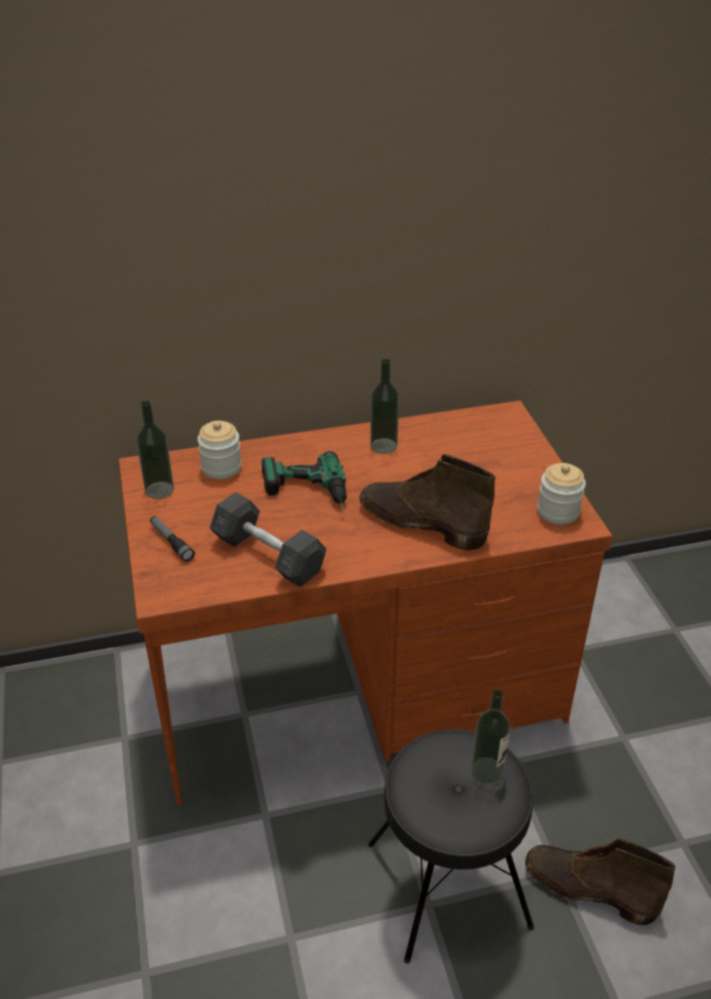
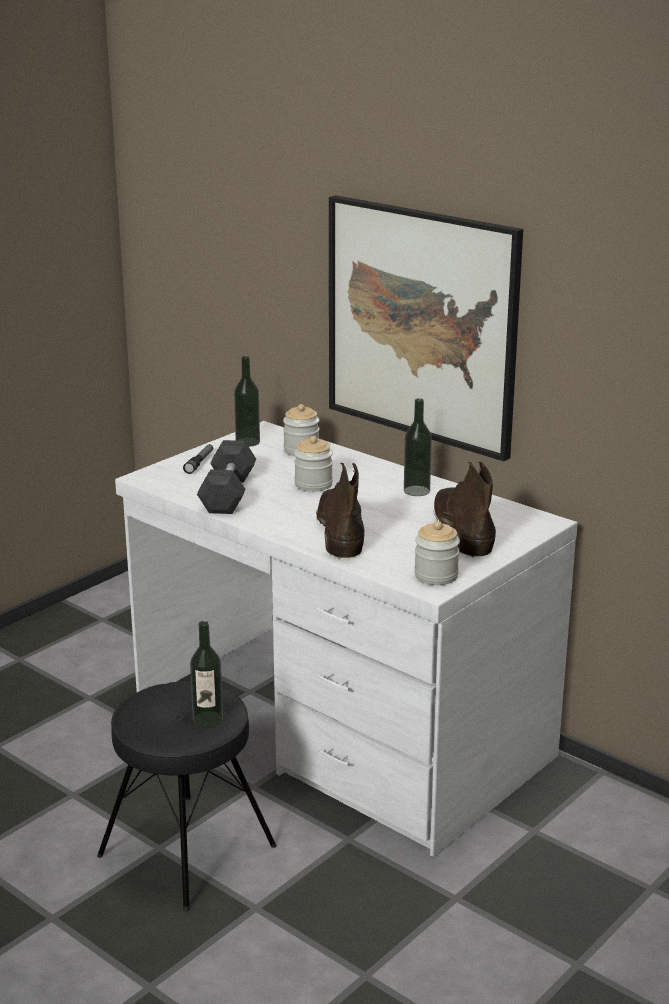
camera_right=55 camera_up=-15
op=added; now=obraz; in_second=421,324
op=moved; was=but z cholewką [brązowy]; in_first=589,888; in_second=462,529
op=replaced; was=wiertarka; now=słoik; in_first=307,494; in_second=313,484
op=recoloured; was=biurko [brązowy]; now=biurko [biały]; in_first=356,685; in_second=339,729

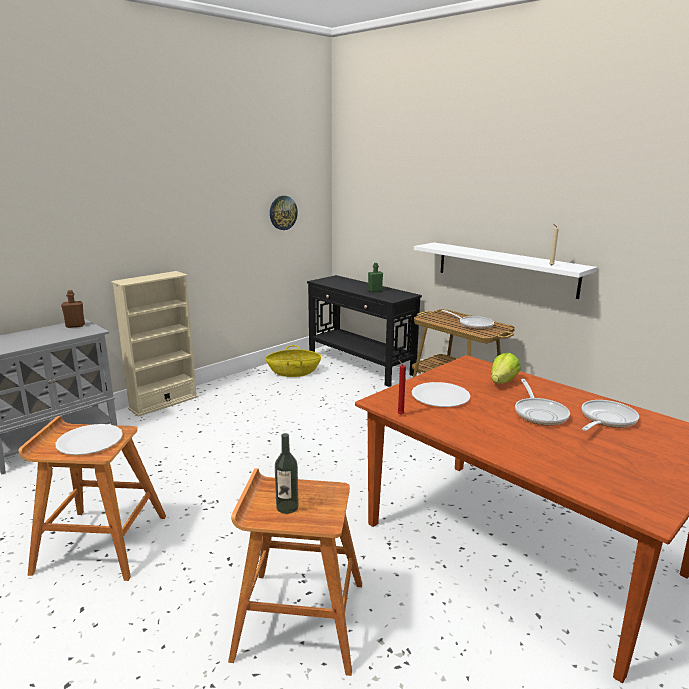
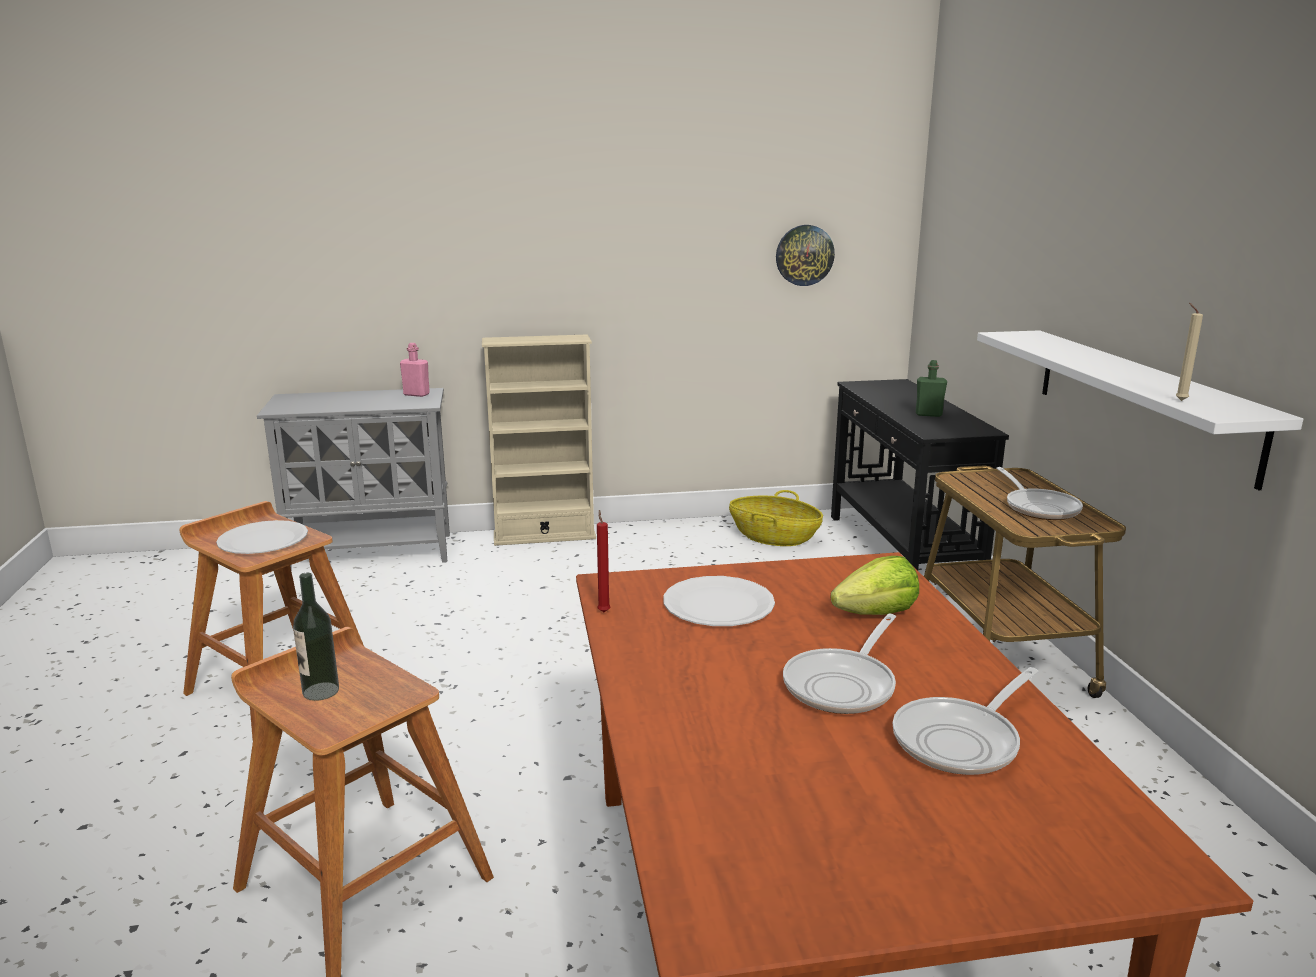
camera_right=35 camera_up=0
op=recoloured; was=butelka [brązowy]; now=butelka [różowy]; in_first=75,326; in_second=416,394
op=turned; was=patelnia; in_first=606,420; in_second=961,741; clockwise=150

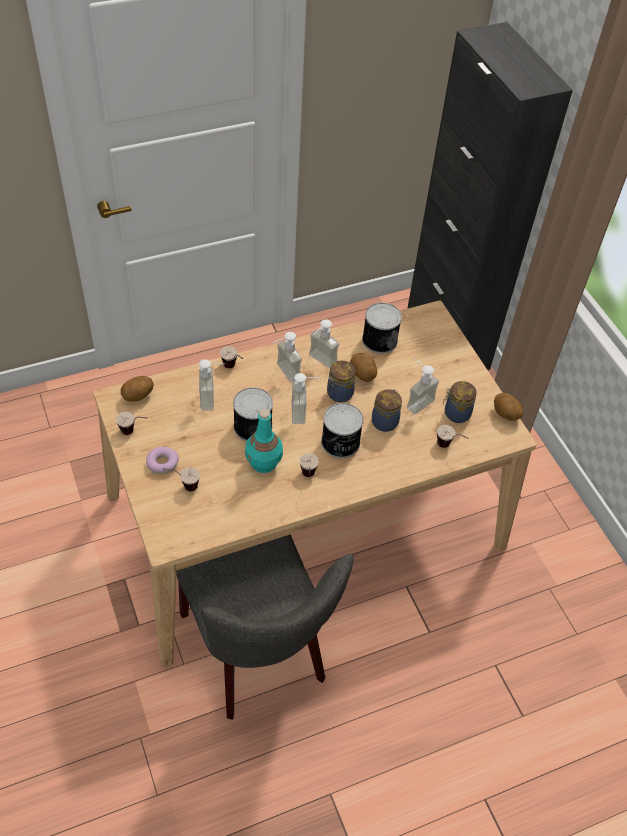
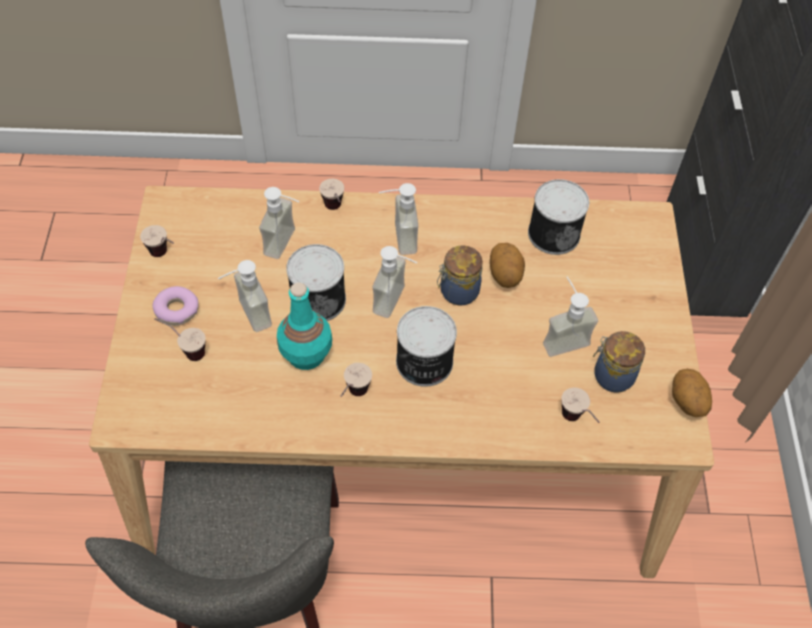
camera_right=25 camera_up=5
op=removed; was=ziemniak; in_first=138,396
op=removed; was=słoik; in_first=385,421
op=moved; was=dozownik mydła; in_first=319,362; in_second=246,316

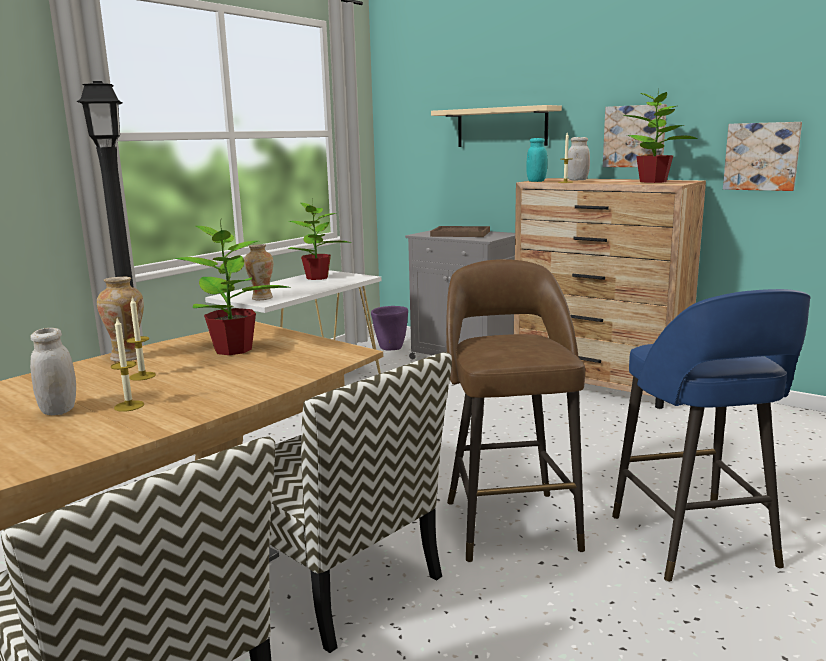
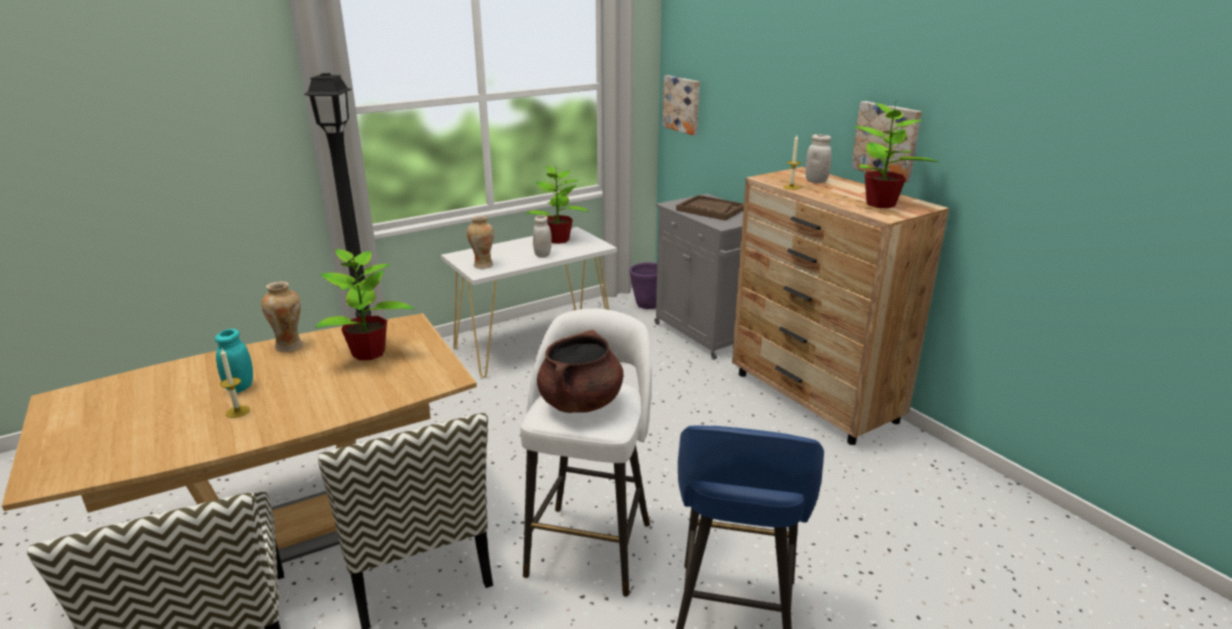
camera_right=20 camera_up=10
op=removed; was=świeca; in_first=142,376
op=removed; was=półka [beżowy]; in_first=501,127
op=added; now=garnek [brązowy]; in_second=580,403
op=moved; was=słoik [biały]; in_first=59,410; in_second=542,255
op=moved; was=słoik [turkusowy]; in_first=536,181; in_second=240,387
op=moved; was=obraz; in_first=761,156; in_second=682,104
op=recoloured; was=stołek [brązowy]; now=stołek [biały]; in_first=510,522; in_second=591,546

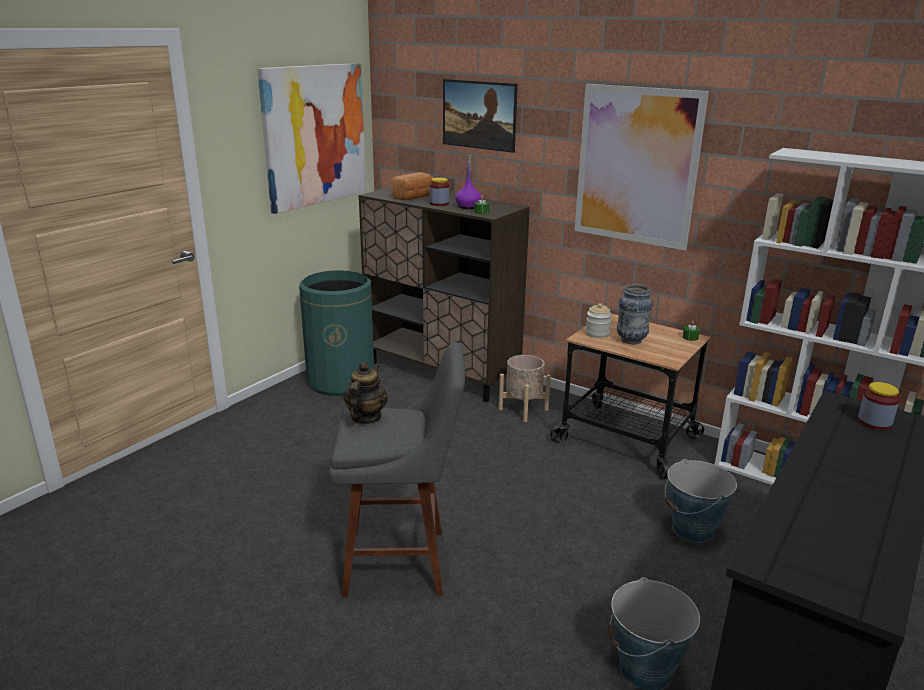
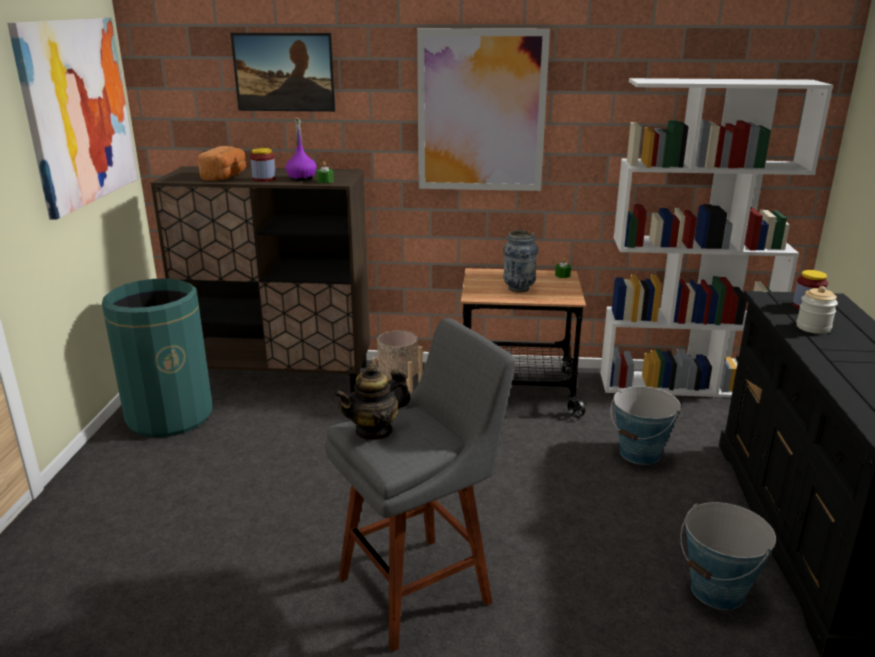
camera_right=-30 camera_up=0
op=moved; was=słoik; in_first=597,333; in_second=813,327
op=turned; was=imbryk; in_first=365,417; in_second=374,430; clockwise=-105

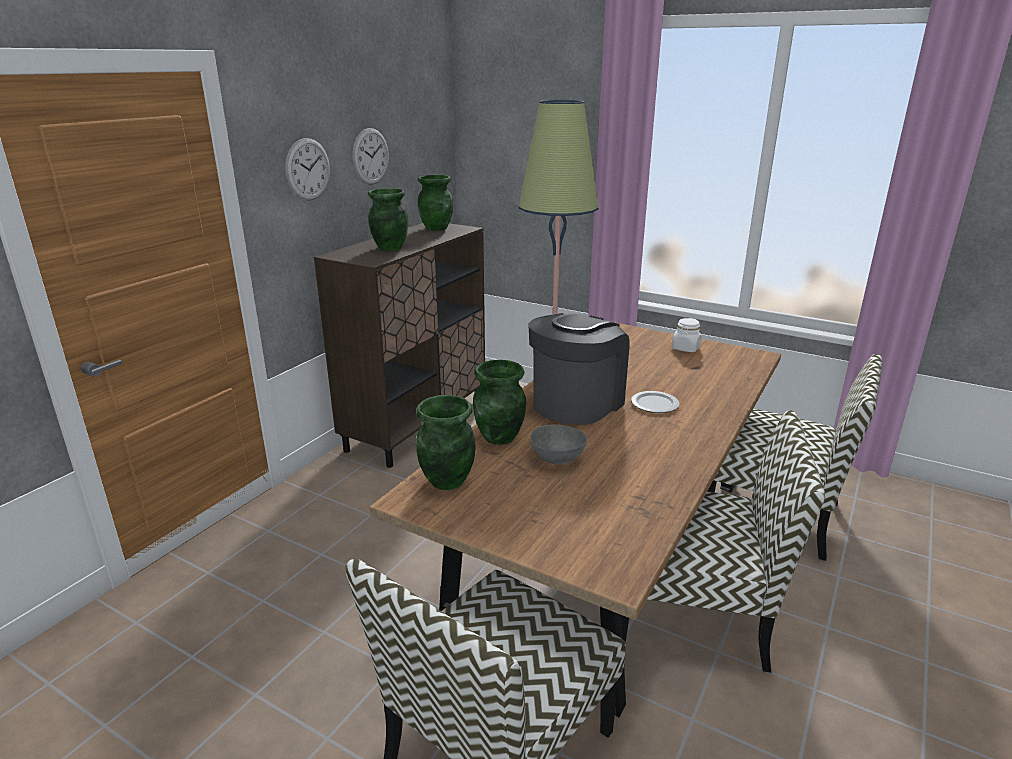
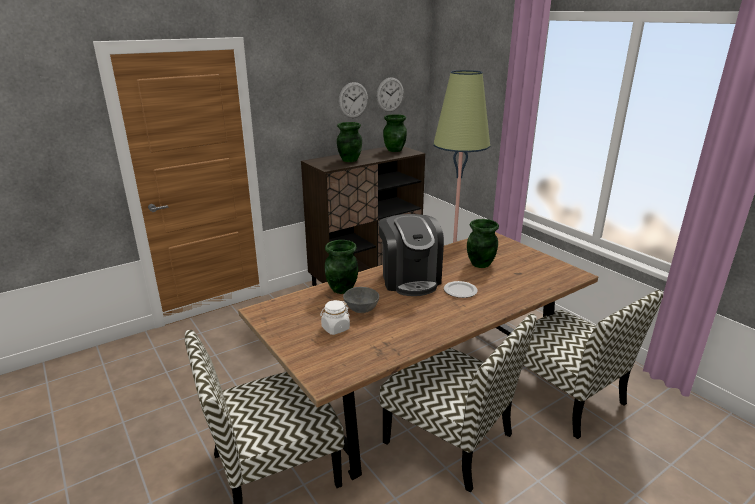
camera_right=25 camera_up=0
op=moved; was=zegar ścienny; in_first=308,169; in_second=390,94
op=moved; was=wazon [zielony]; in_first=447,481; in_second=480,264
op=moved; was=słoik [biały]; in_first=685,348; in_second=335,328
op=turned; was=ekspres do kawy; in_first=576,402; in_second=410,279; clockwise=105

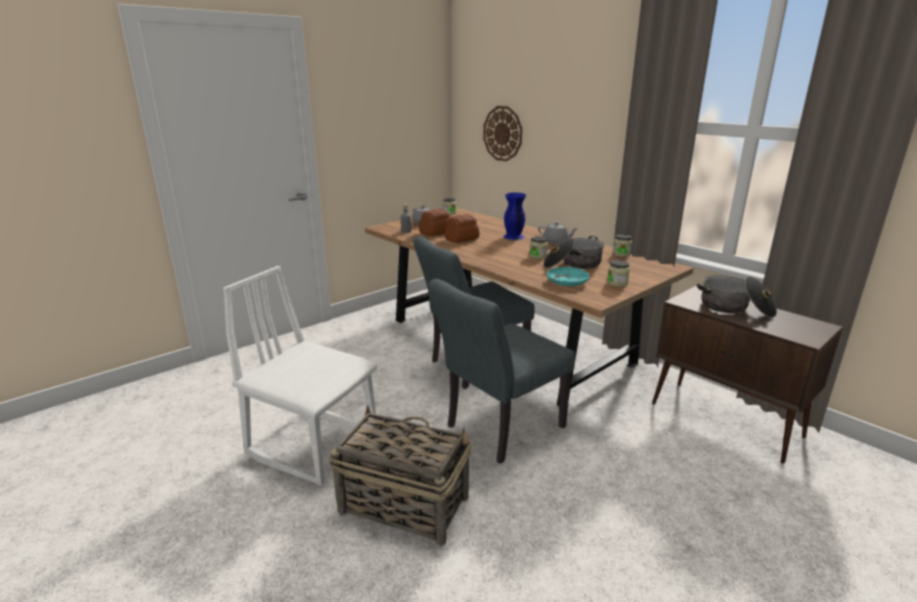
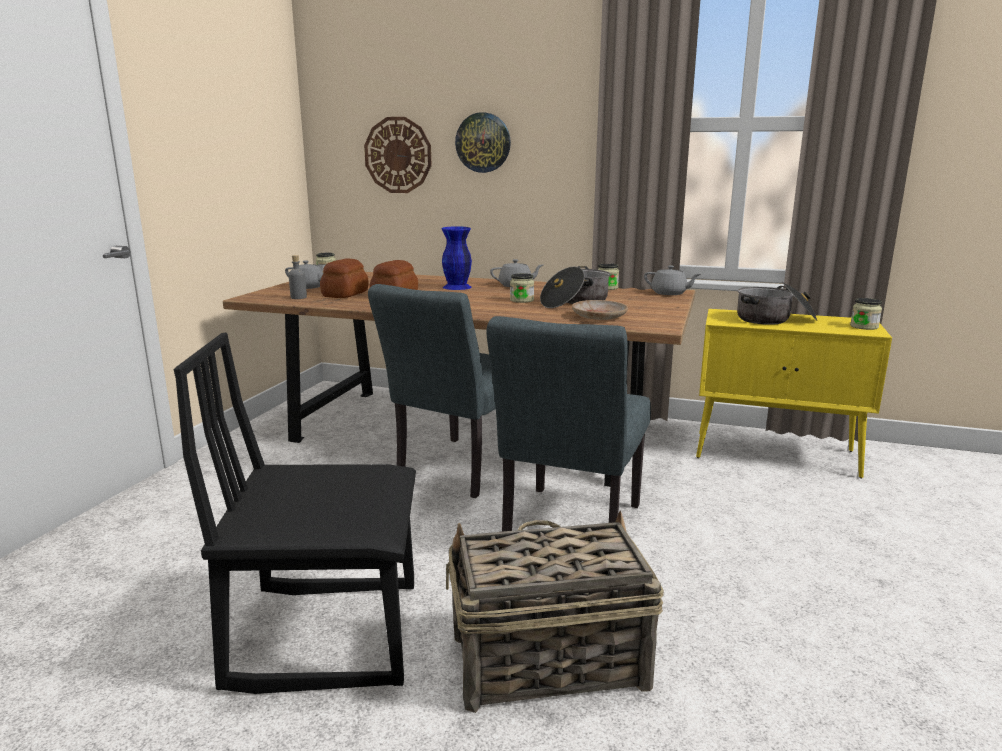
camera_right=-30 camera_up=-5
op=added; now=zegar ścienny; in_second=483,142
op=added; now=imbryk [szary]; in_second=669,293
op=moved; was=słoik; in_first=617,283; in_second=864,327
op=recoloured; was=krzesło [biały]; now=krzesło [czarny]; in_first=314,443; in_second=327,633
op=recoloured; was=talerz [turkusowy]; now=talerz [beżowy]; in_first=567,282; in_second=599,317
op=recoloured; was=szafka [brązowy]; now=szafka [żółty]; in_first=726,420; in_second=777,454

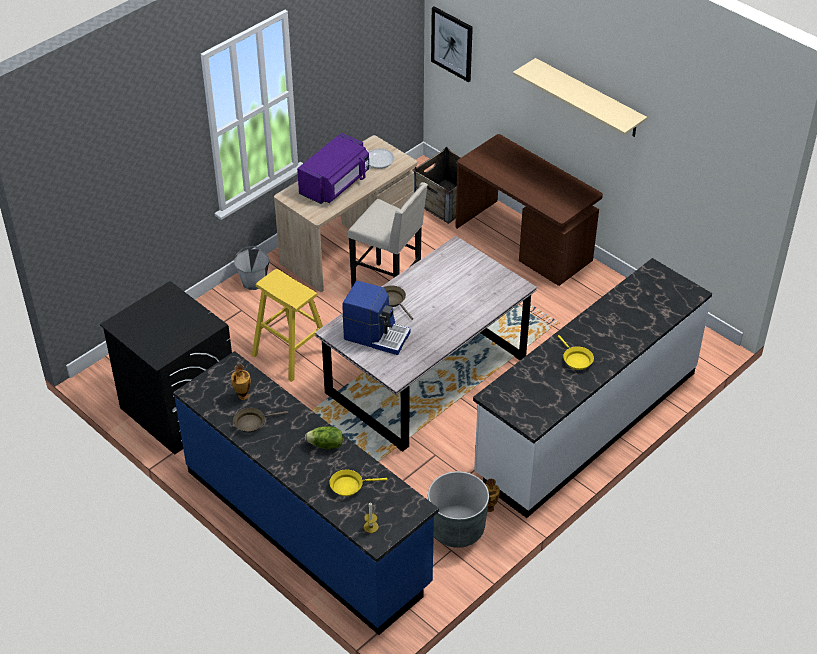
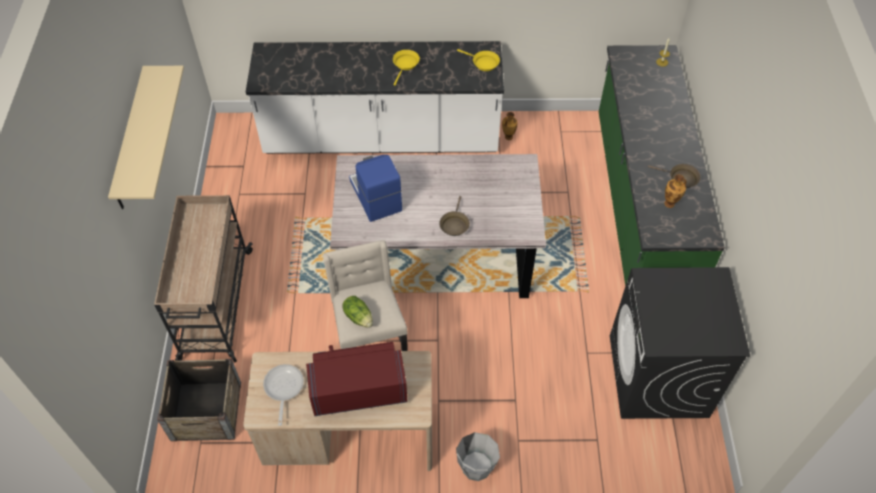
camera_right=-135 camera_up=10
op=removed; was=stołek [żółty]; in_first=291,352
op=removed; was=donica [szary]; in_first=457,528
op=removed; was=obraz; in_first=452,43
op=moved; was=sałata; in_first=325,445; in_second=359,317
op=moved; was=patelnia [żółty]; in_first=349,486; in_second=483,63
op=moved; was=ekspres do kawy; in_first=376,335; in_second=375,196
op=replaced; was=biurko [brązowy]; now=wózek [beżowy]; in_first=524,243; in_second=215,306
op=recoloured; was=zabudowa kuchenna [niebieski]; now=zabudowa kuchenna [zielony]; in_first=307,527; in_second=639,209
op=recoloured; was=mikrofalówka [fioletowy]; now=mikrofalówka [czerwony]; in_first=336,185; in_second=358,388

